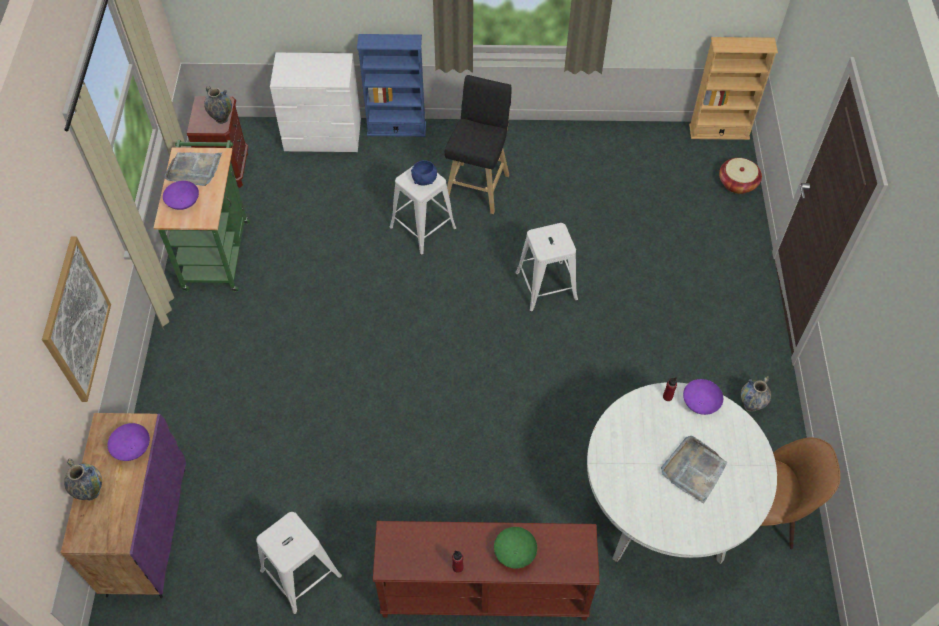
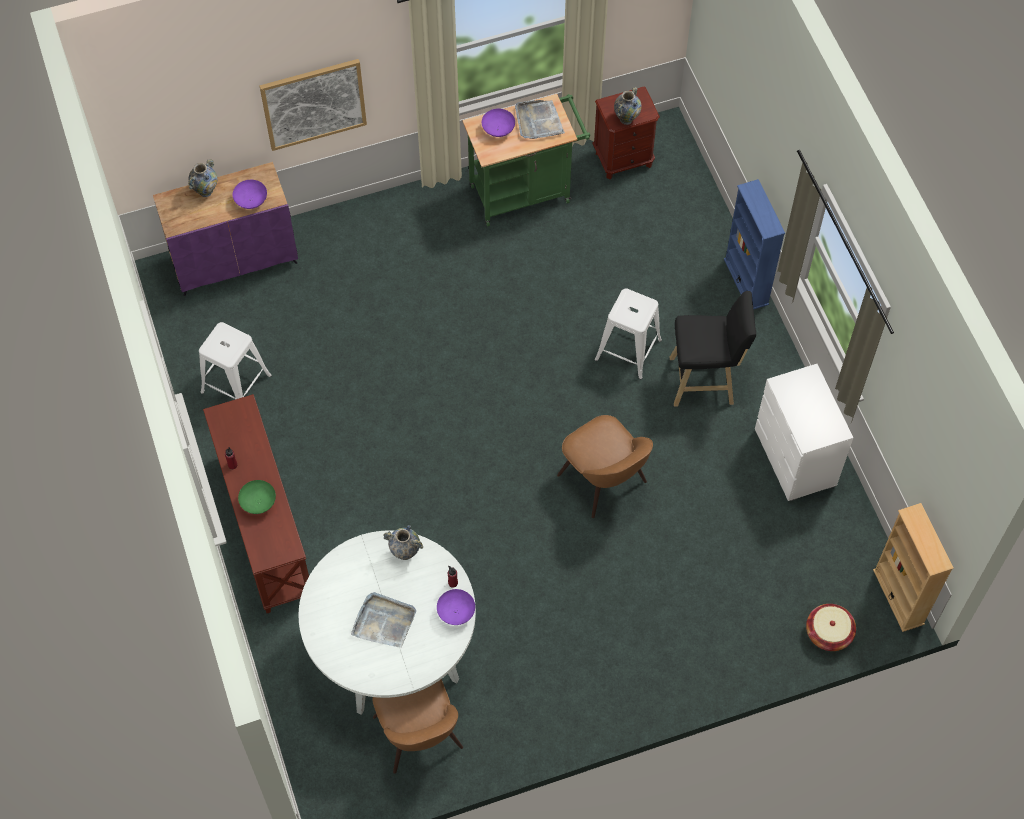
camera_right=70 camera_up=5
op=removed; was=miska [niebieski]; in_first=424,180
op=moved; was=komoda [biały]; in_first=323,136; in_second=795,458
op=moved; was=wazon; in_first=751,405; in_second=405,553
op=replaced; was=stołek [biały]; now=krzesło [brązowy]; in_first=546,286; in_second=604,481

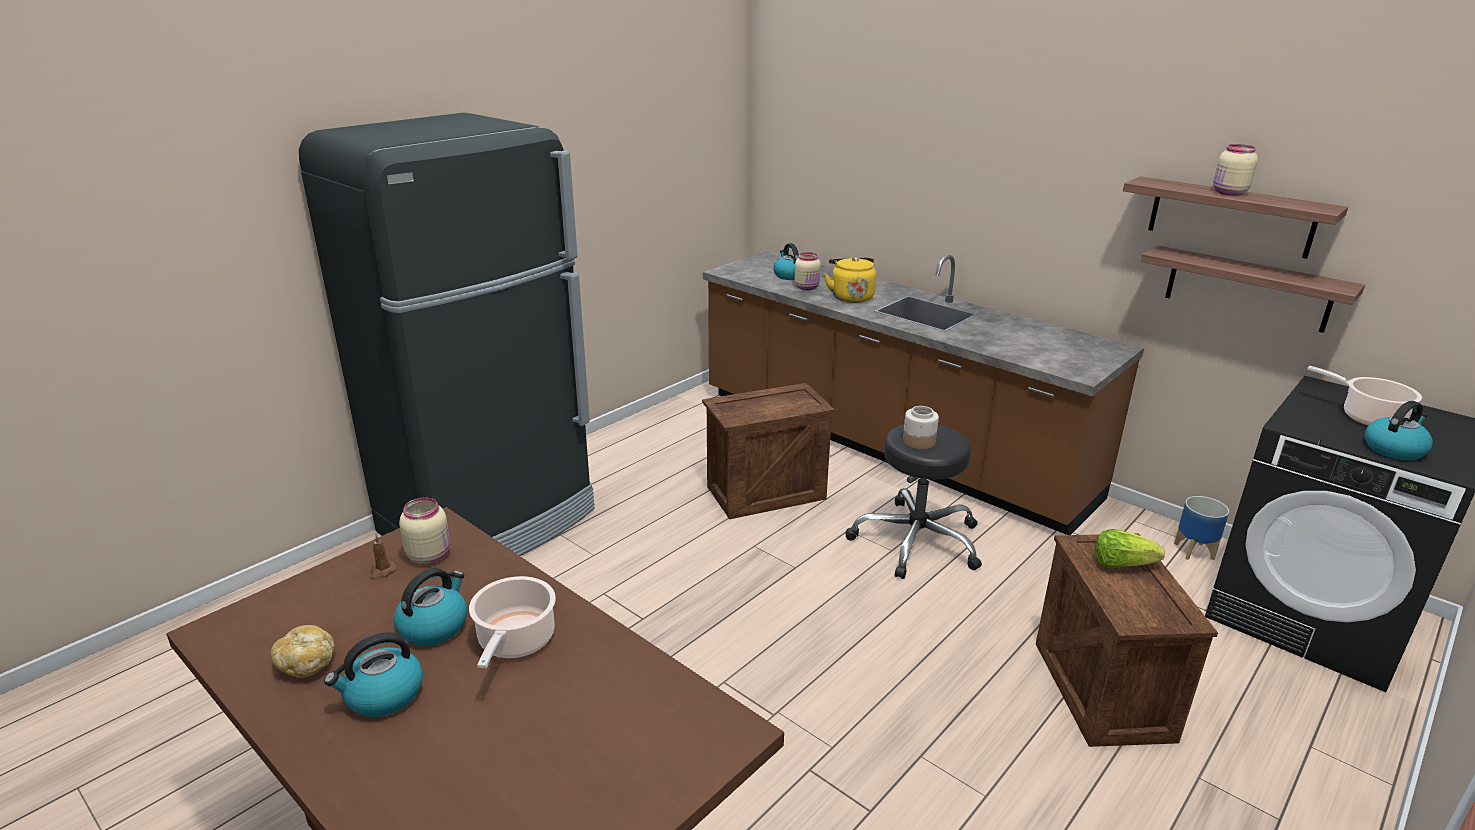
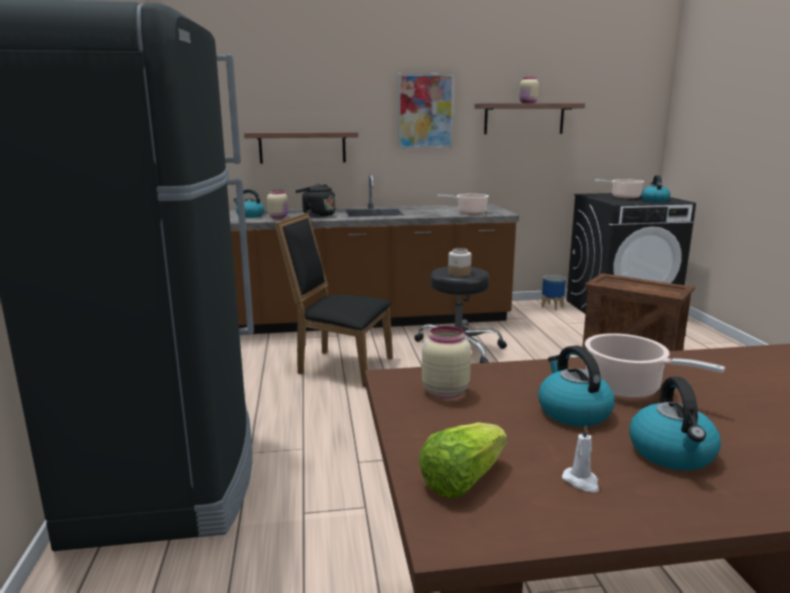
camera_right=-50 camera_up=-10
op=removed; was=świeca [brązowy]; in_first=382,572
op=added; now=obraz; in_second=425,111
op=added; now=garnek; in_second=469,213
op=moved; was=sałata; in_first=1121,564; in_second=462,480
op=moved; was=półka; in_first=1247,289; in_second=302,147
op=replaced; was=chleb; now=świeca [biały]; in_first=307,662; in_second=581,482
op=replaced; was=skrzynka; now=krzesło [czarny]; in_first=766,492; in_second=340,366
op=recoloured; was=czajnik [żółty]; now=czajnik [czarny]; in_first=851,297; in_second=316,215

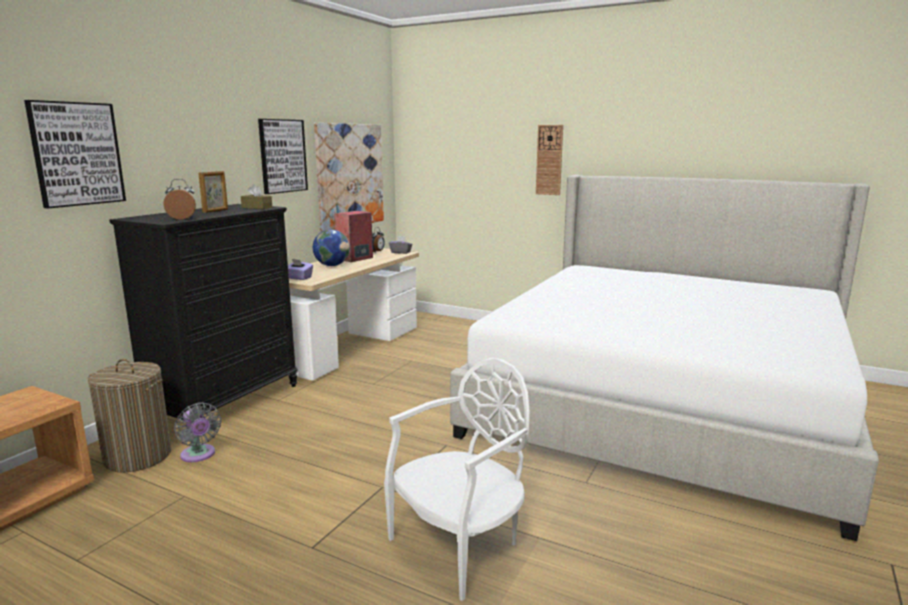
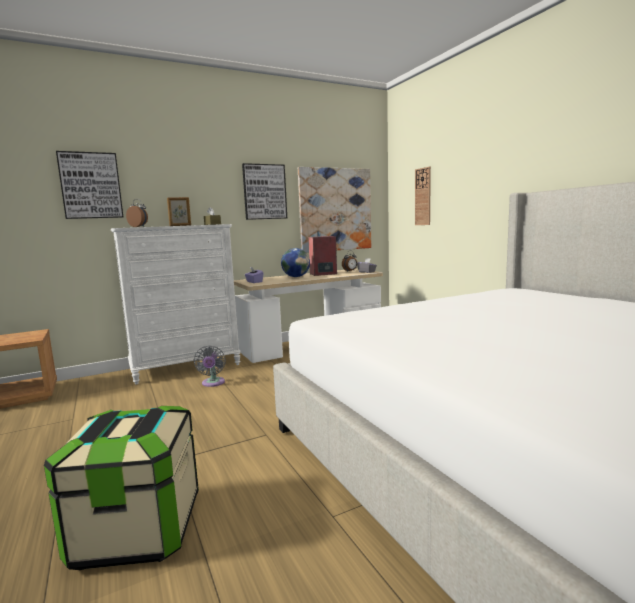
camera_right=35 camera_up=-5
op=removed; was=kosz na pranie; in_first=137,456
op=moved; was=wentylator [szary]; in_first=199,455; in_second=213,383
op=moved; was=zegar ścienny; in_first=549,160; in_second=423,196
op=replaced; was=krzesło [biały]; now=pojemnik do przechowywania; in_first=460,546; in_second=138,530
op=recoloured; was=komoda [czarny]; now=komoda [biały]; in_first=226,403; in_second=186,367

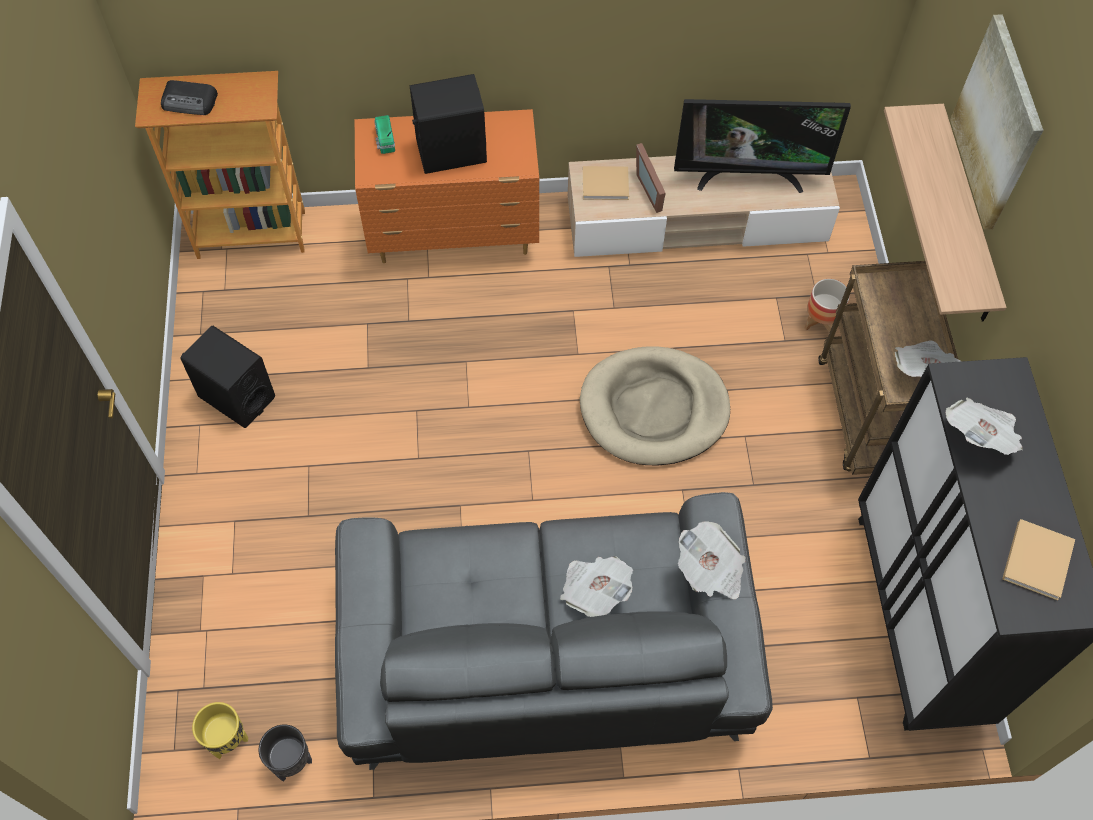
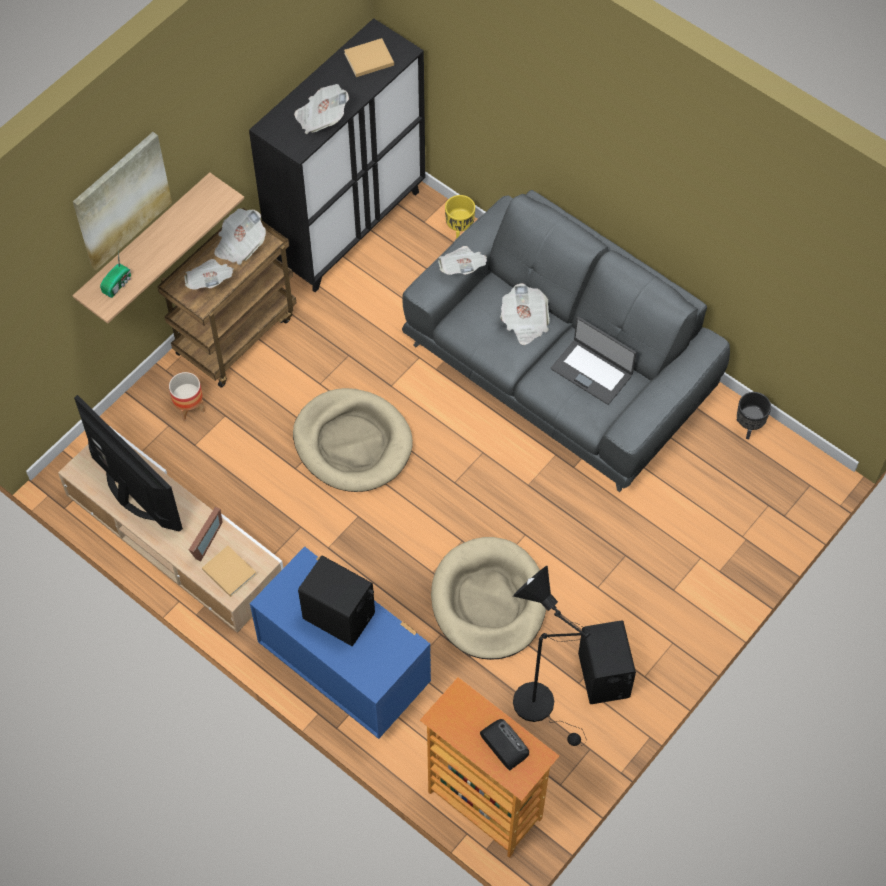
camera_right=-135 camera_up=0
op=added; now=gazeta; in_second=210,282
op=added; now=legowisko [beżowy]; in_second=488,601
op=added; now=lampa stojąca [czarny]; in_second=541,706
op=added; now=laptop; in_second=592,371
op=moved; was=donica [żółty]; in_first=228,741; in_second=460,231
op=moved; was=radio; in_first=385,141; in_second=118,284
op=recoloured; was=komoda [pomarańczowy]; now=komoda [niebieski]; in_first=455,236; in_second=344,673

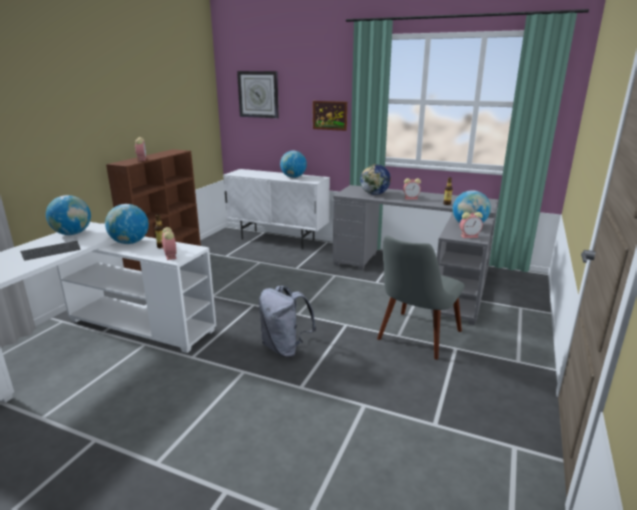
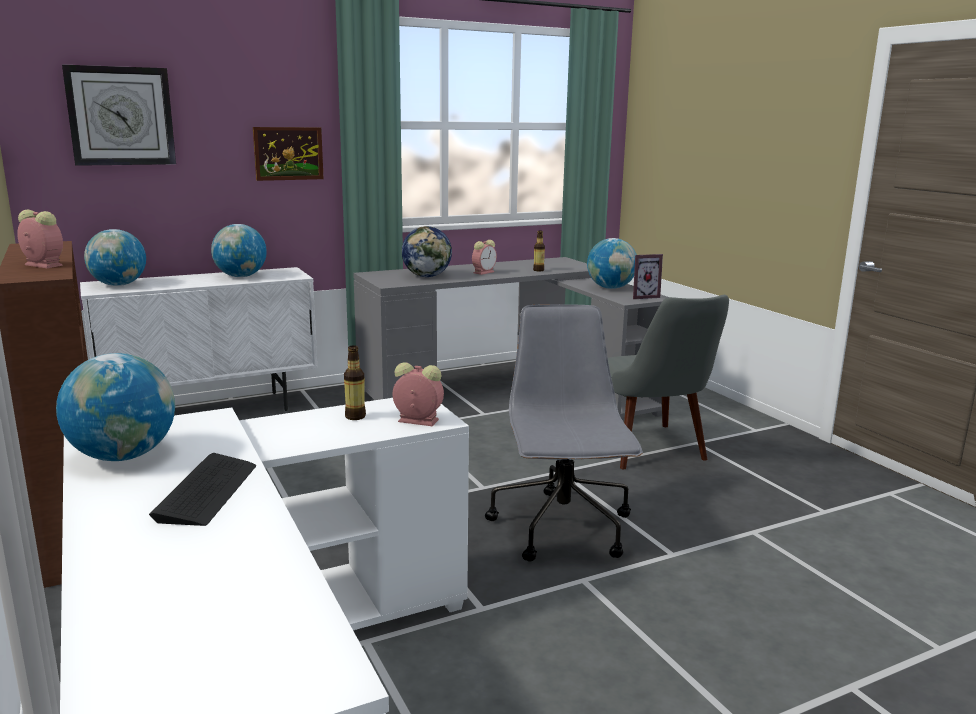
camera_right=-50 camera_up=-5
op=moved; was=globus; in_first=130,242; in_second=118,285
op=replaced; was=plecak [szary]; now=krzesło biurowe [szary]; in_first=285,348; in_second=563,529
op=replaced; was=budzik; now=ramka na zdjęcie; in_first=470,236; in_second=643,296

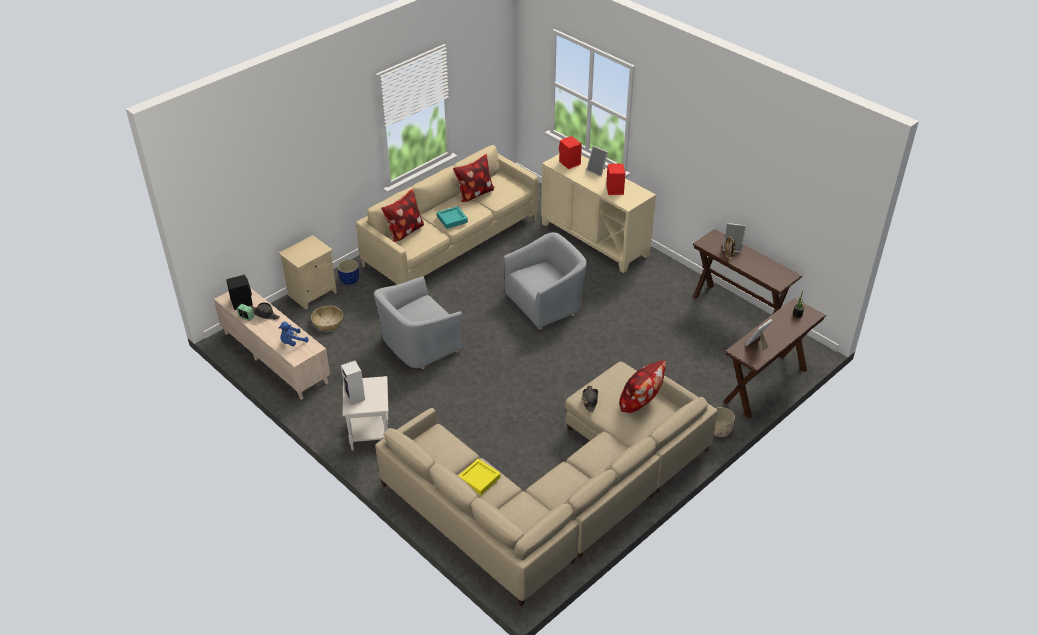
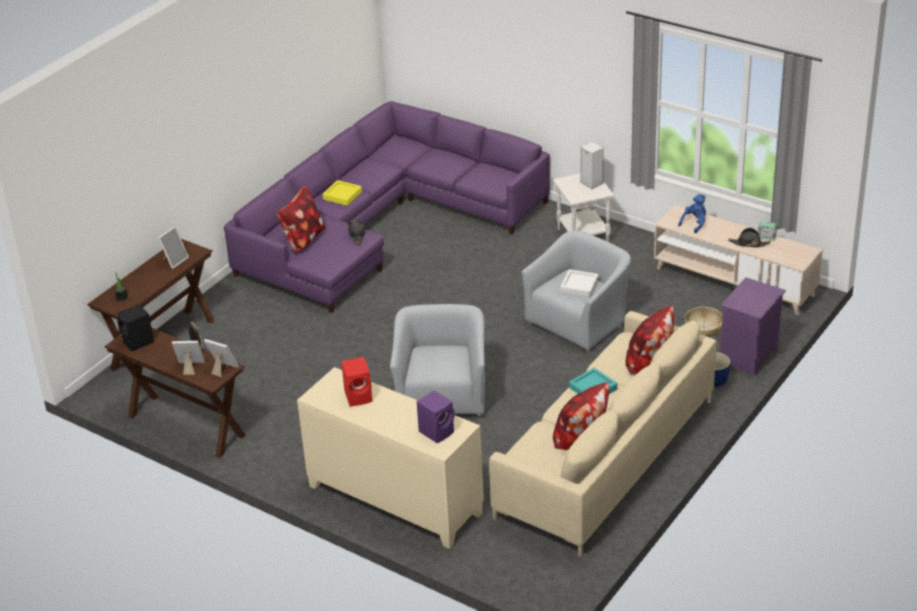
camera_right=170 camera_up=-5
op=removed; was=donica [beżowy]; in_first=719,431
op=added; now=taca [biały]; in_second=579,286
op=moved; was=głośnik [czarny]; in_first=241,302; in_second=138,342
op=moved; was=taca [żółty]; in_first=479,479; in_second=342,195
op=moved; was=ramka na zdjęcie; in_first=597,171; in_second=222,369
op=recoloured; was=szafka nocna [beżowy]; now=szafka nocna [fioletowy]; in_first=312,293; in_second=749,356
op=recoloured; was=kanapa [beżowy]; now=kanapa [fioletowy]; in_first=557,490; in_second=381,224
op=recoloured; was=głośnik [czerwony]; now=głośnik [fioletowy]; in_first=569,163; in_second=437,431
op=turned; was=fotel [szary]; in_first=545,303; in_second=442,394; clockwise=135

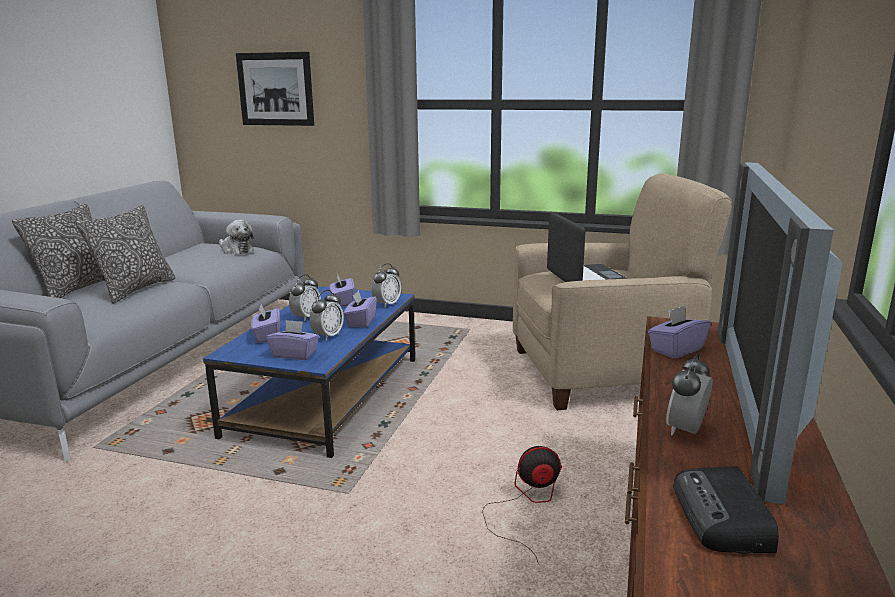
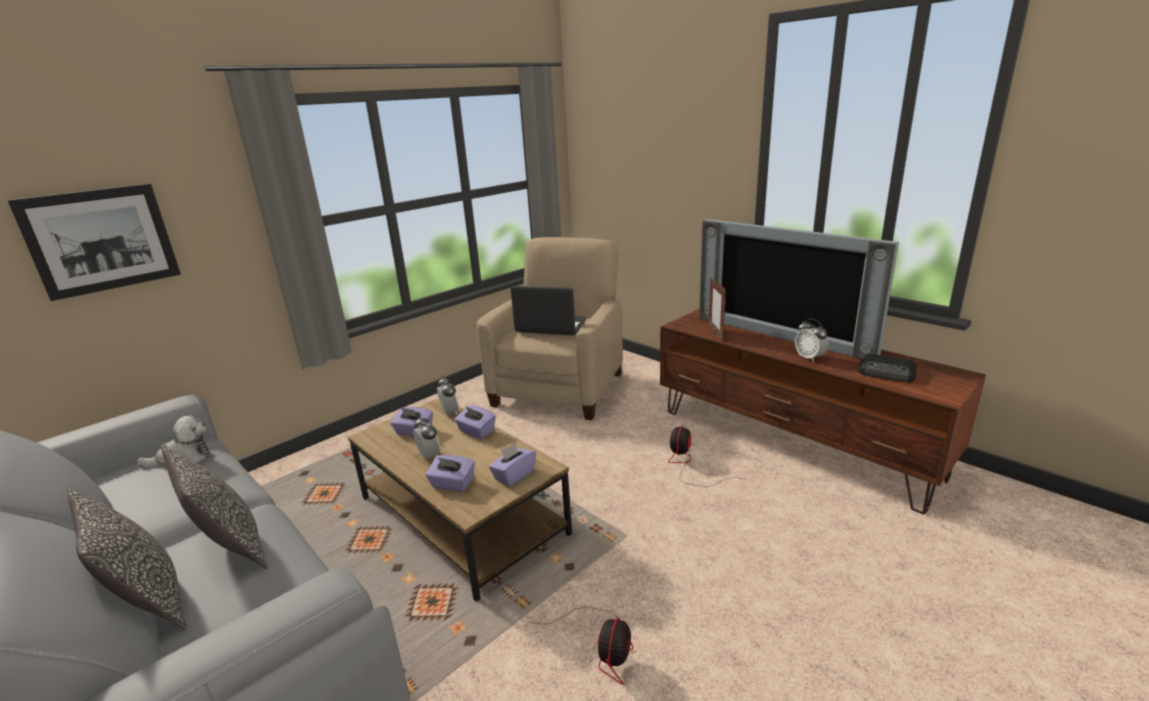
camera_right=-60 camera_up=5
op=removed; was=budzik; in_first=328,336
op=added; now=wentylator; in_second=602,647
op=replaced; was=pudełko chusteczek [fioletowy]; now=ramka na zdjęcie; in_first=676,350; in_second=715,333
op=recoloured; was=ława [niebieski]; now=ława [brązowy]; in_first=327,394; in_second=460,515

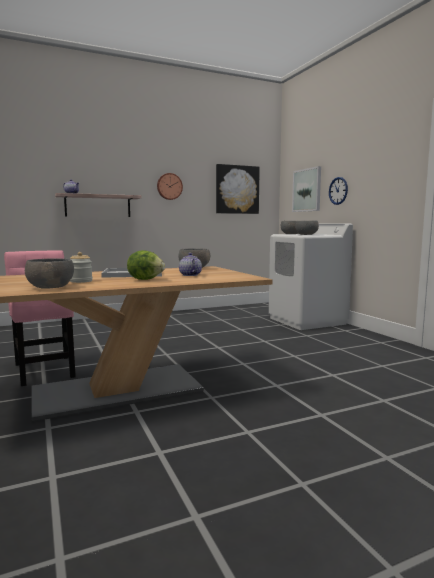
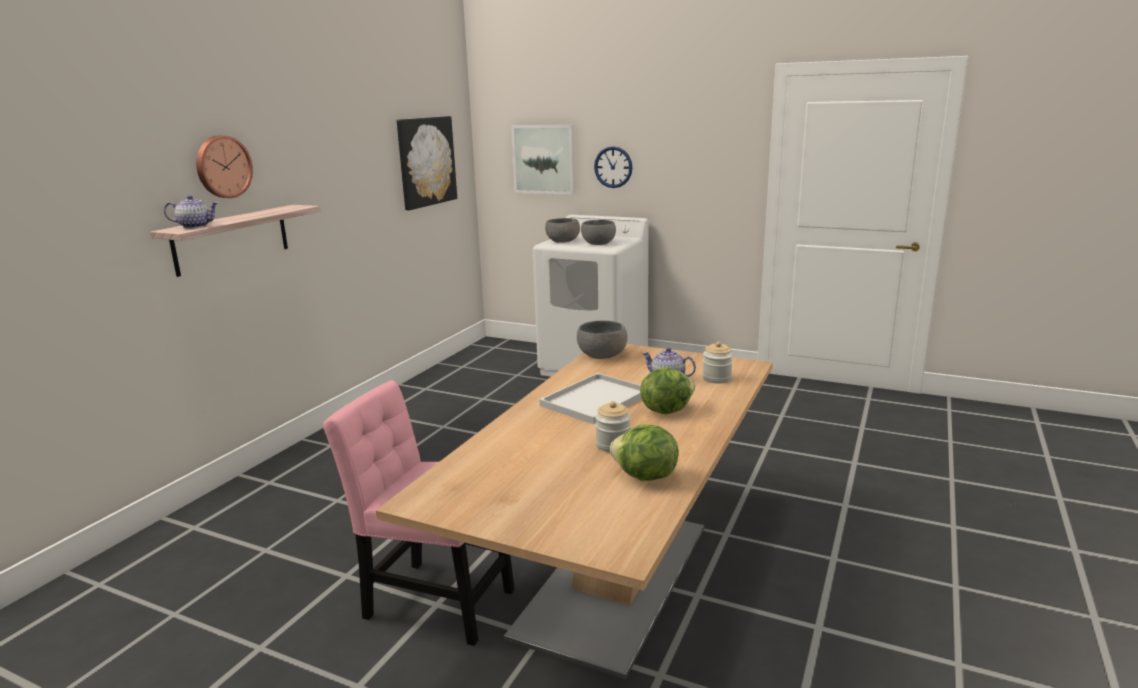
camera_right=-40 camera_up=10
op=added; now=słoik; in_second=716,378
op=moved; was=zegar ścienny; in_first=169,186; in_second=222,167
op=replaced; was=miska [szary]; now=sałata; in_first=50,287; in_second=645,477

